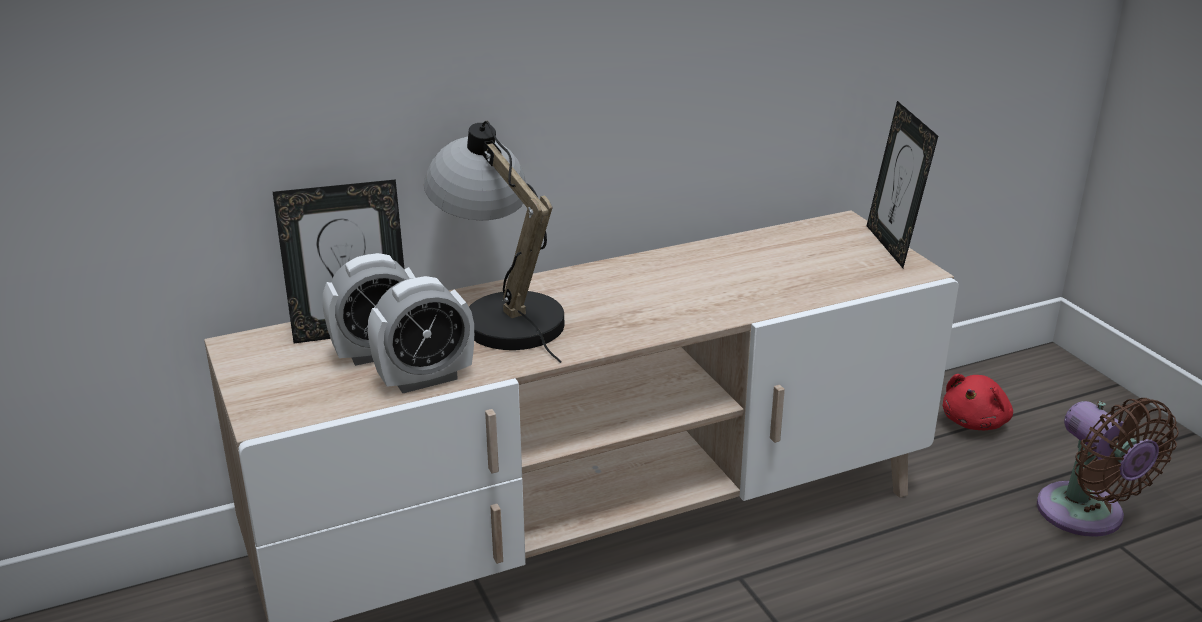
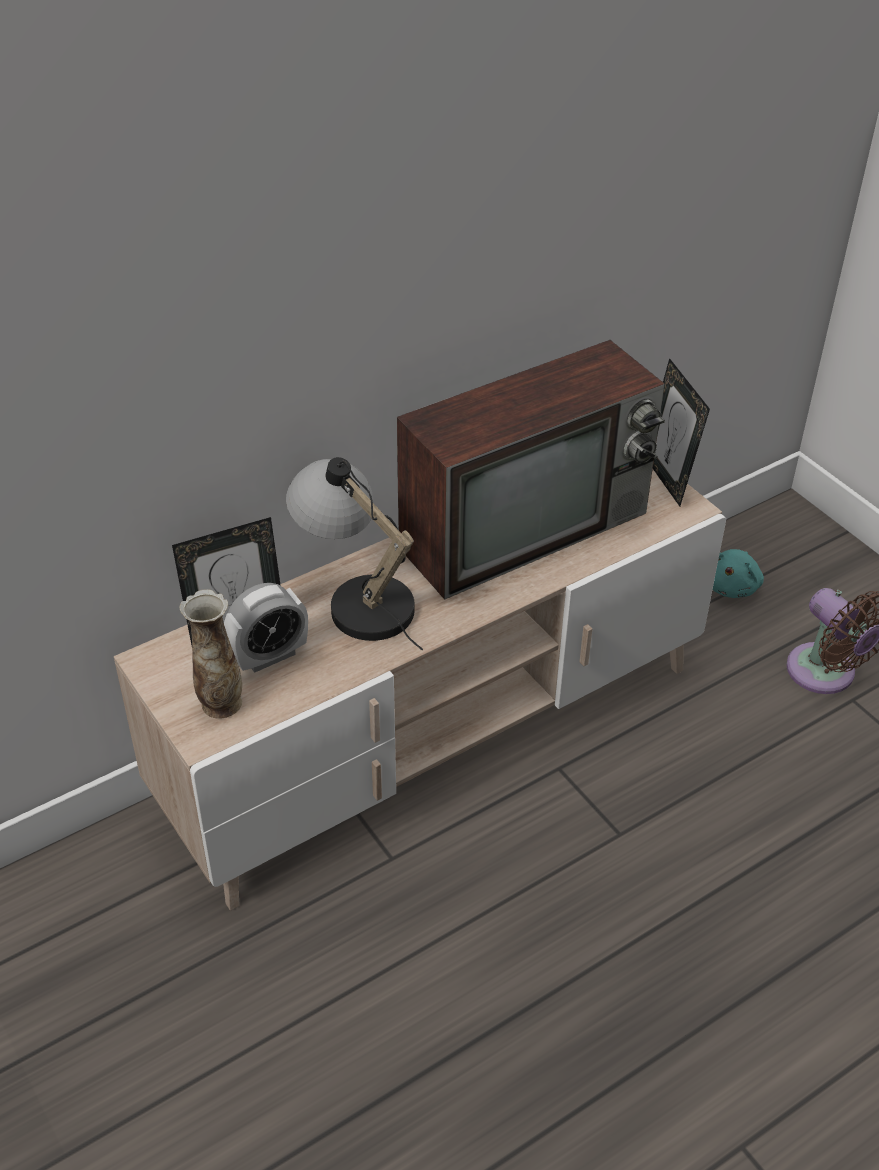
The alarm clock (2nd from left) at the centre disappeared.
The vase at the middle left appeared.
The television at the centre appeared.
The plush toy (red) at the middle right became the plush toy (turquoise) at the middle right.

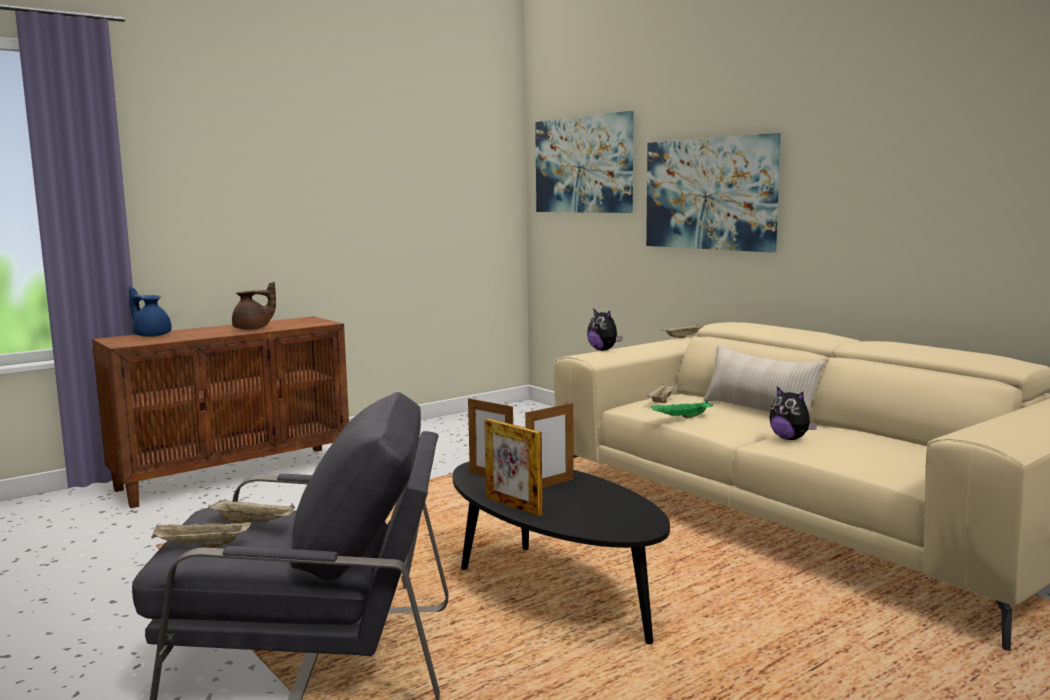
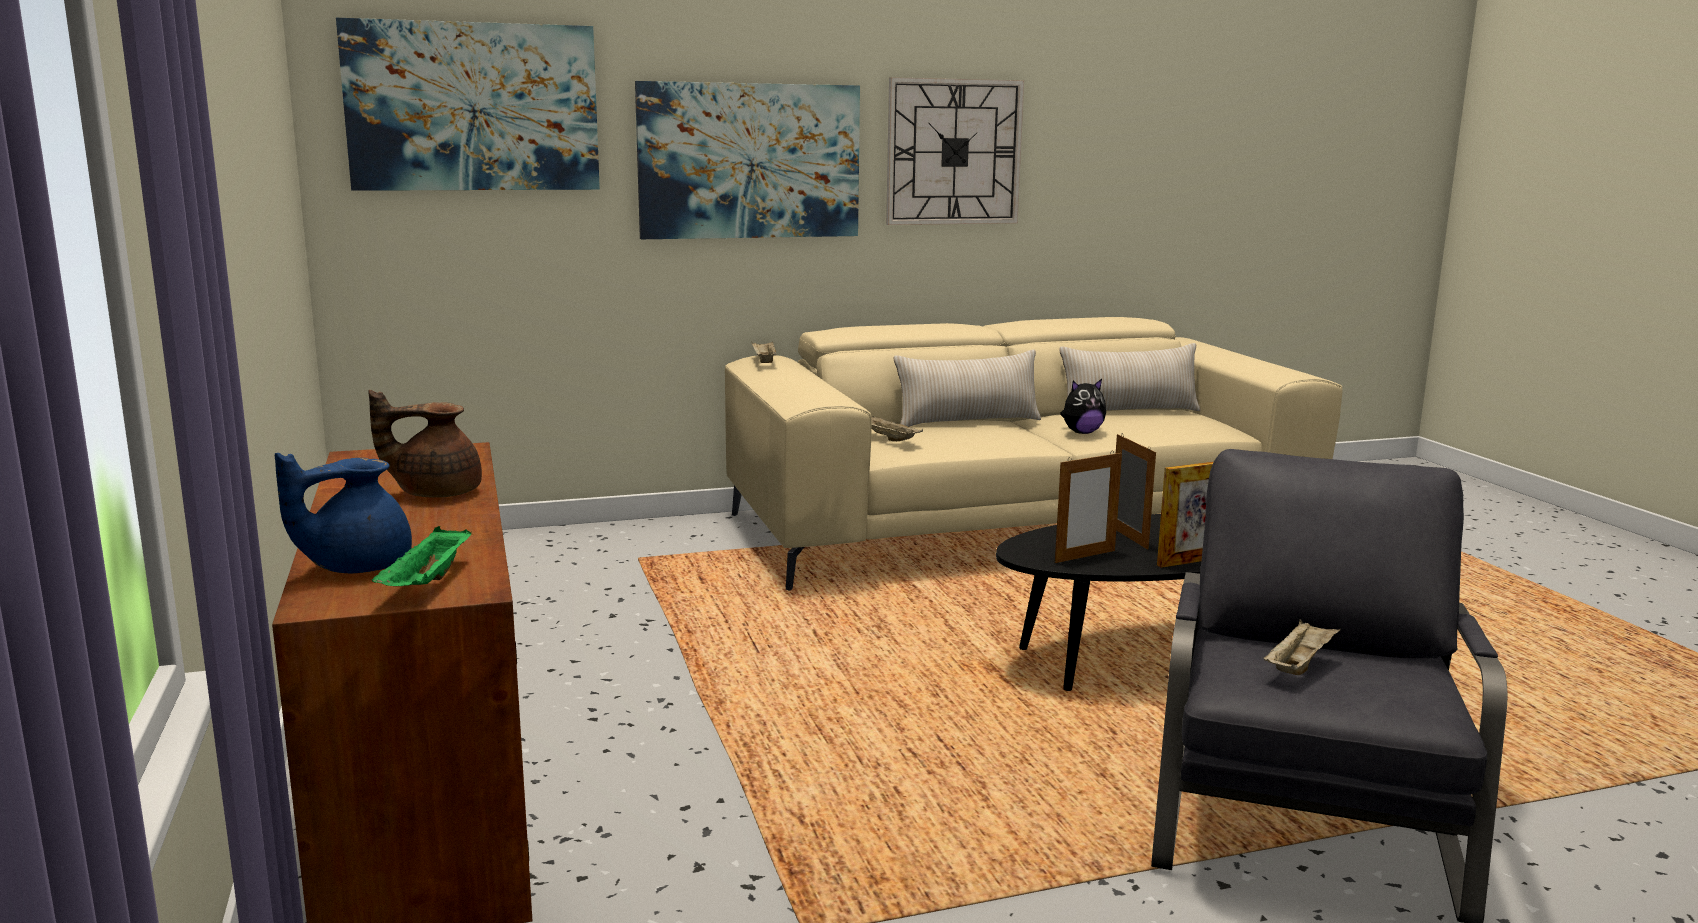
The tray (beige) (1st from left) at the bottom left disappeared.
The plush toy (1st from left) at the centre disappeared.
The wall clock at the top centre appeared.
The pillow (beige) (2nd from left) at the centre appeared.
The tray (green) moved from the centre to the middle left.
The teapot (brown) at the middle left turned 105 degrees counterclockwise.

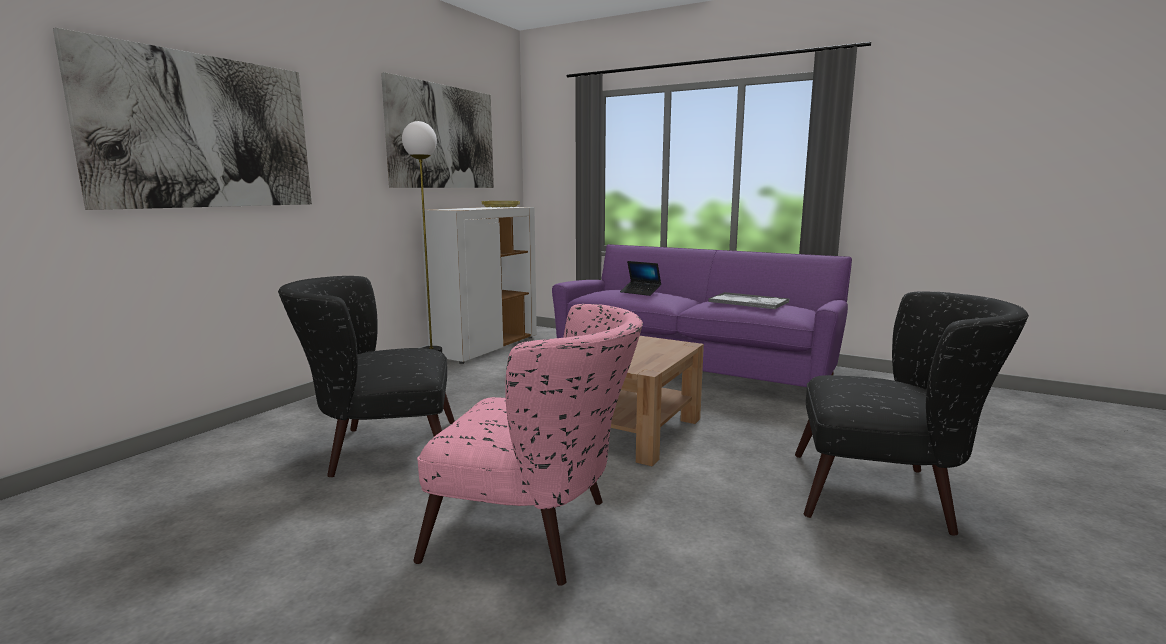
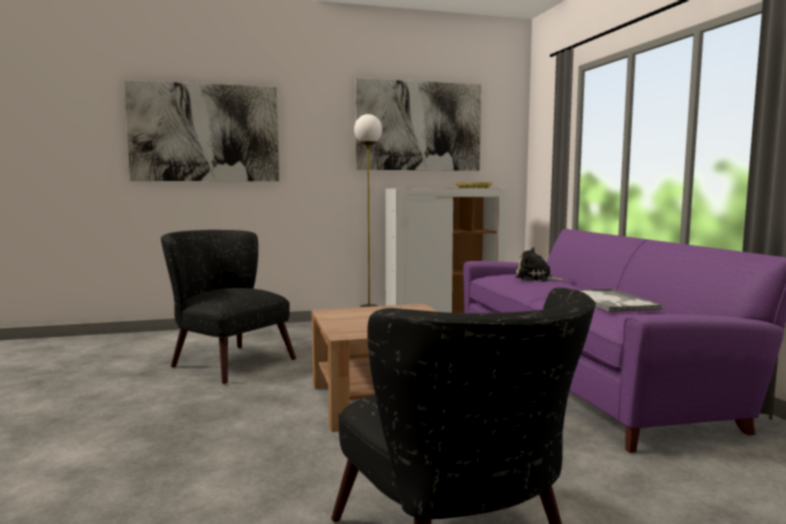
The armchair (pink) at the bottom centre disappeared.
The laptop at the centre was replaced by the plush toy at the middle right.

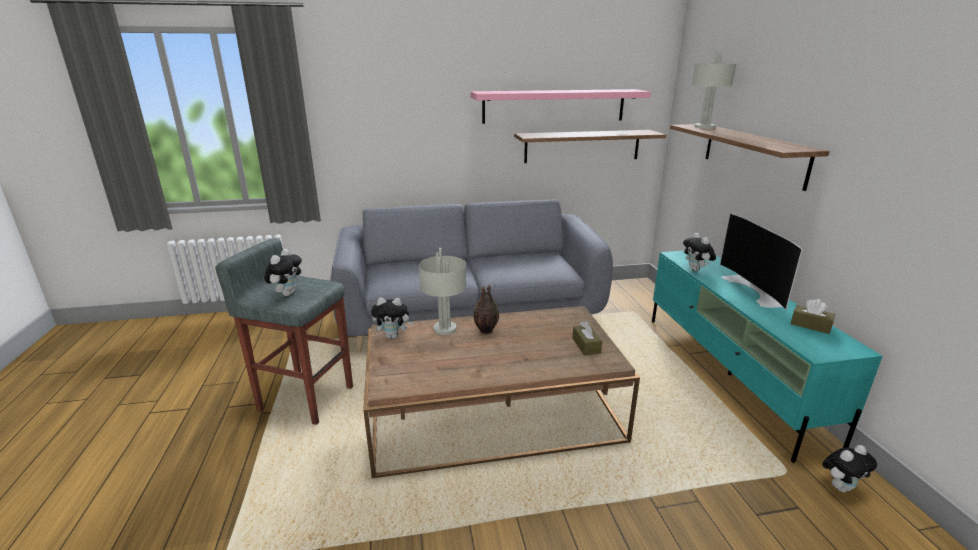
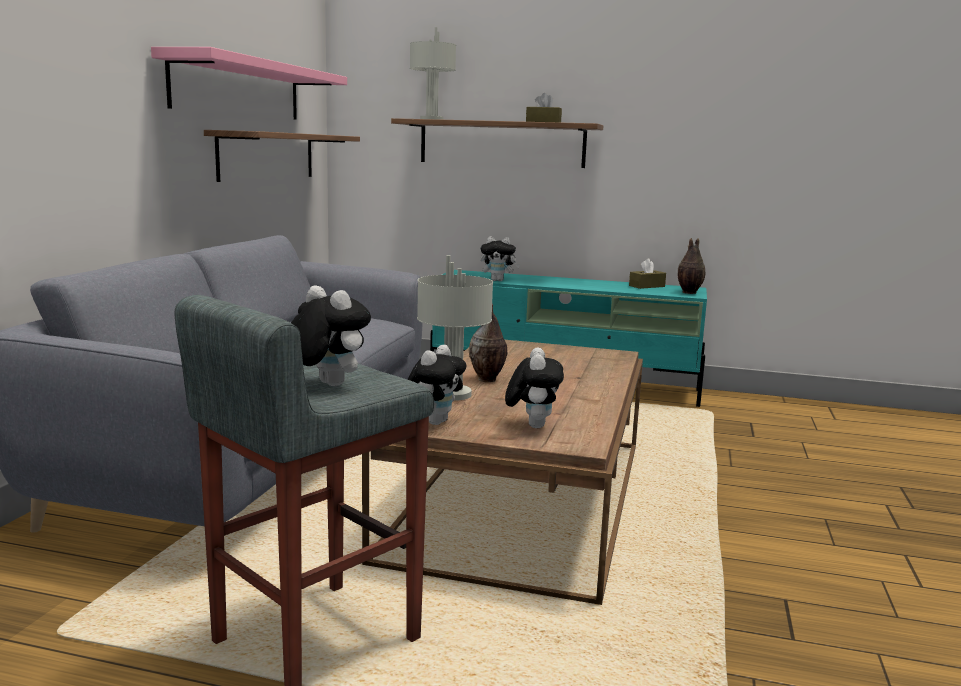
The television at the middle right disappeared.
The vase (2nd from left) at the middle right appeared.
The tissue box (brown) (1st from left) moved from the centre to the top centre.
The plush toy (4th from left) moved from the bottom right to the centre.

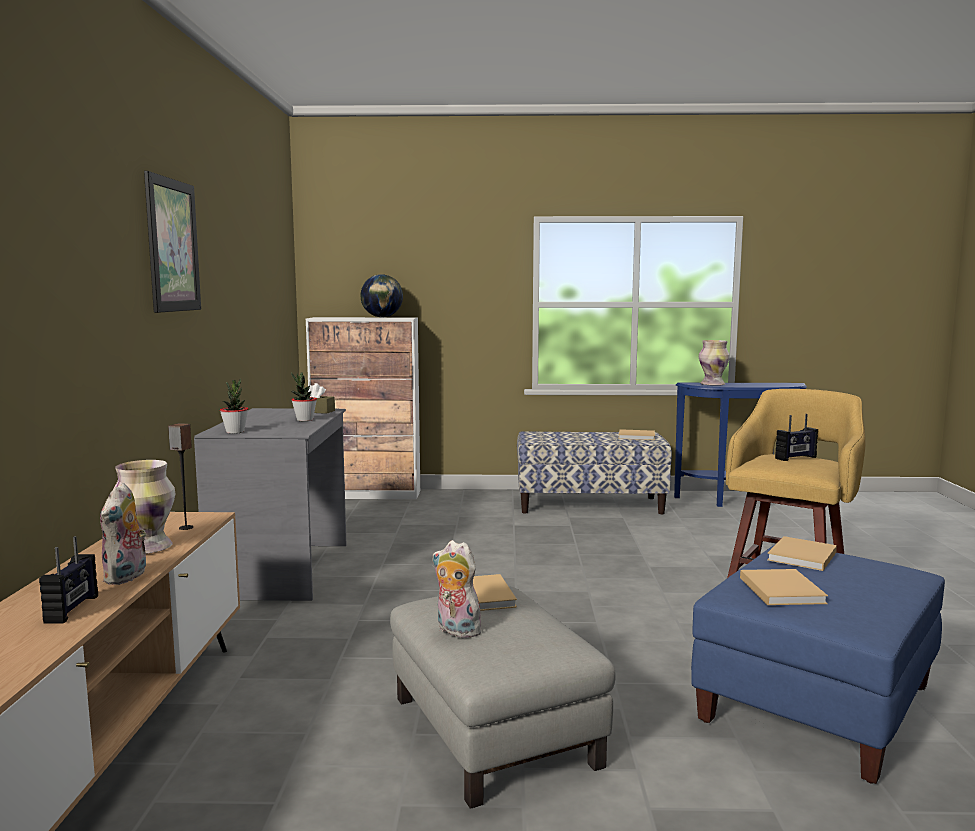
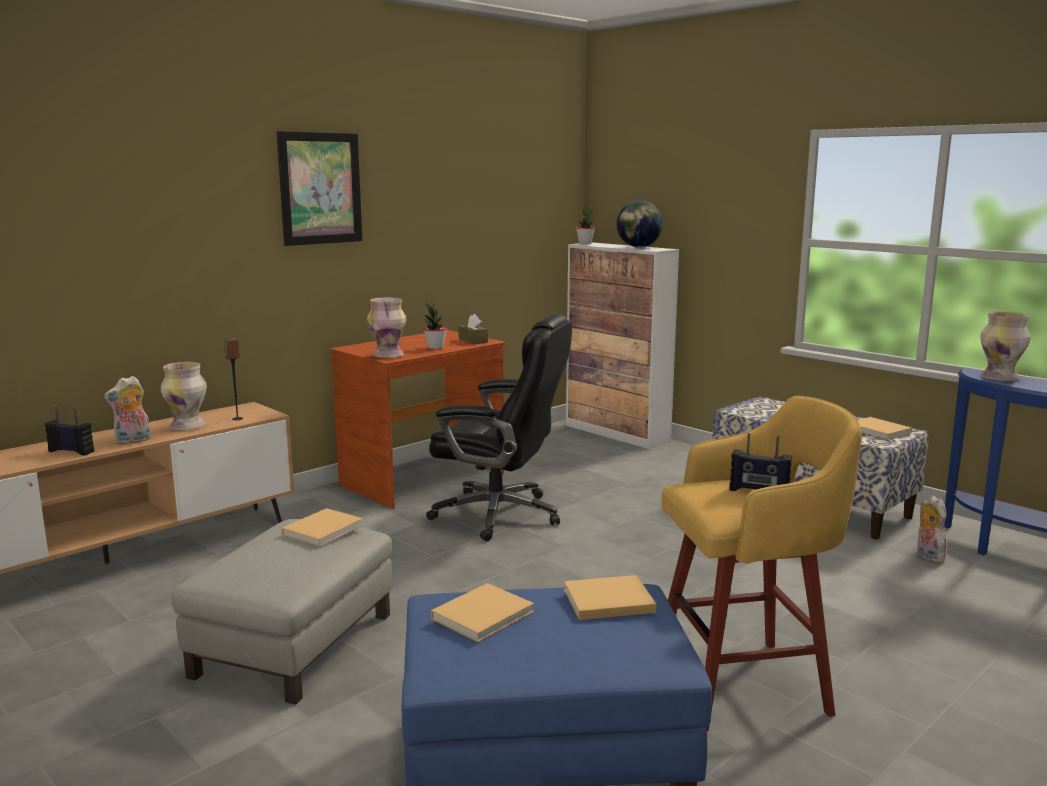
The vase (2nd from left) at the centre appeared.
The office chair (black) at the centre appeared.
The potted plant (1st from left in the first image) moved from the middle left to the top centre.
The plush toy (2nd from left) moved from the bottom centre to the bottom right.
The desk (grey) at the middle left became the desk (brown) at the centre.
The radio (1st from left) at the bottom left turned 120 degrees counterclockwise.

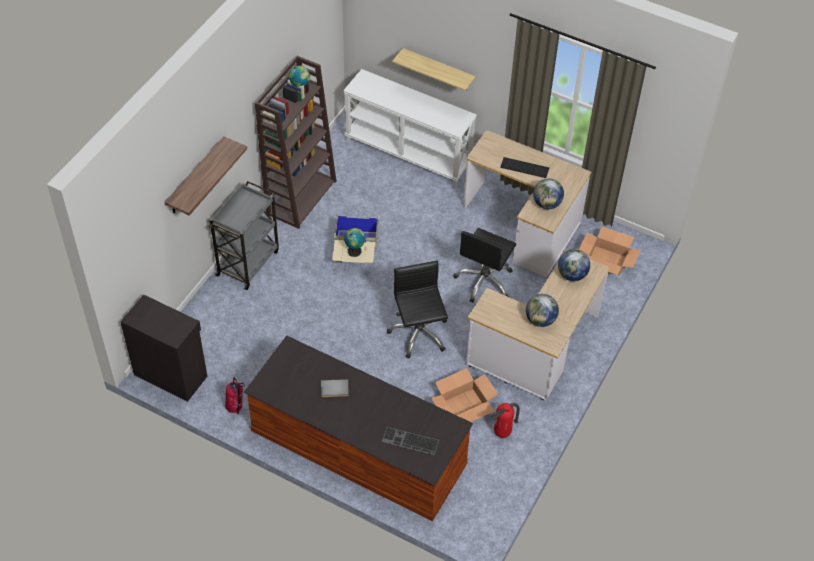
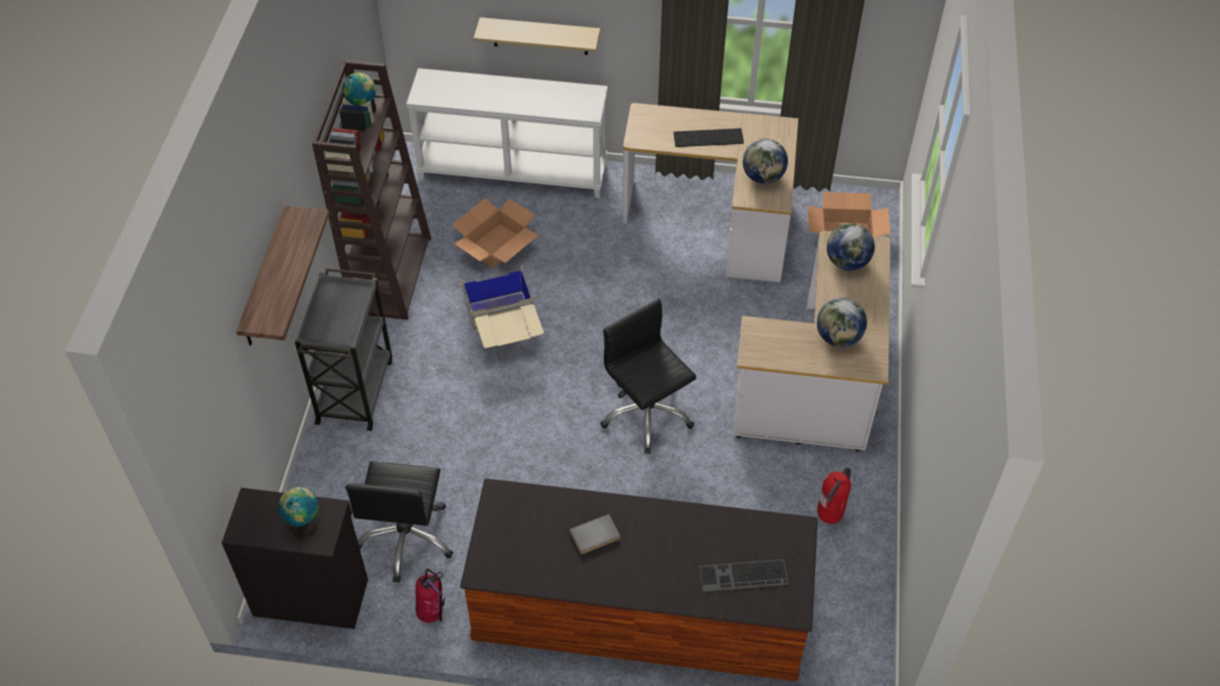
The globe (2nd from left in the first image) moved from the centre to the bottom left.
The cardboard box (1st from left) moved from the bottom centre to the centre.
The office chair (black) (2nd from left in the first image) moved from the centre to the bottom left.

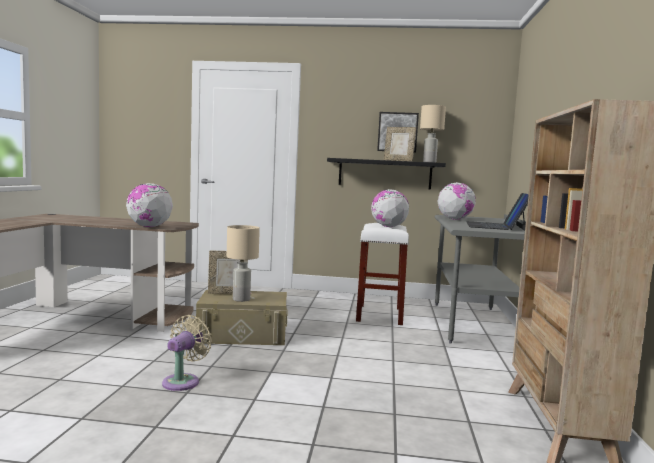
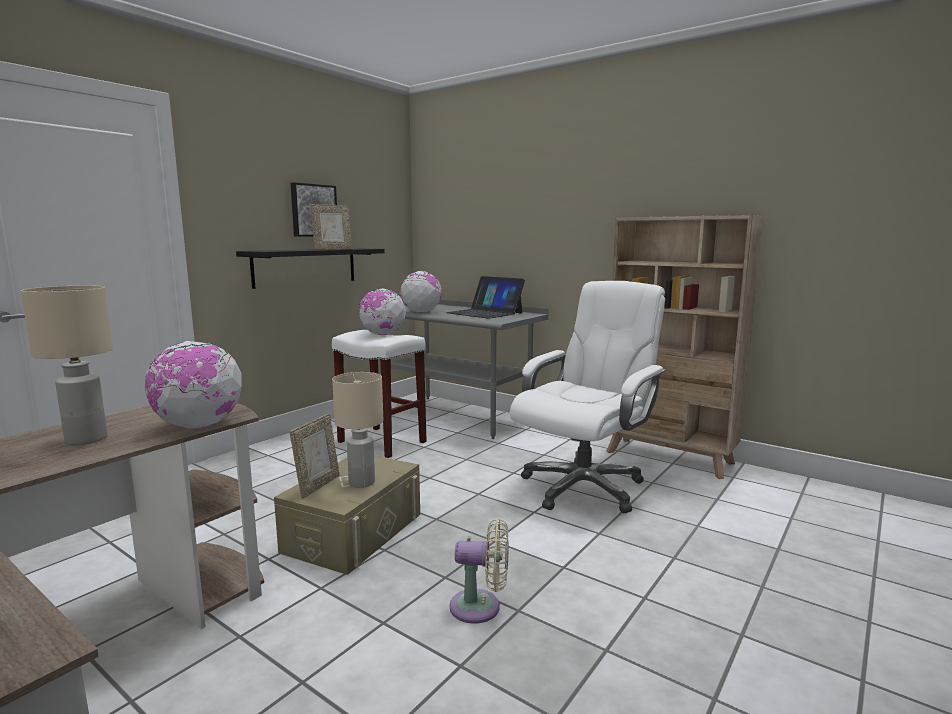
The office chair (white) at the centre appeared.
The table lamp (beige) (2nd from left in the first image) moved from the top centre to the middle left.
The fan (beige) at the bottom left turned 135 degrees clockwise.

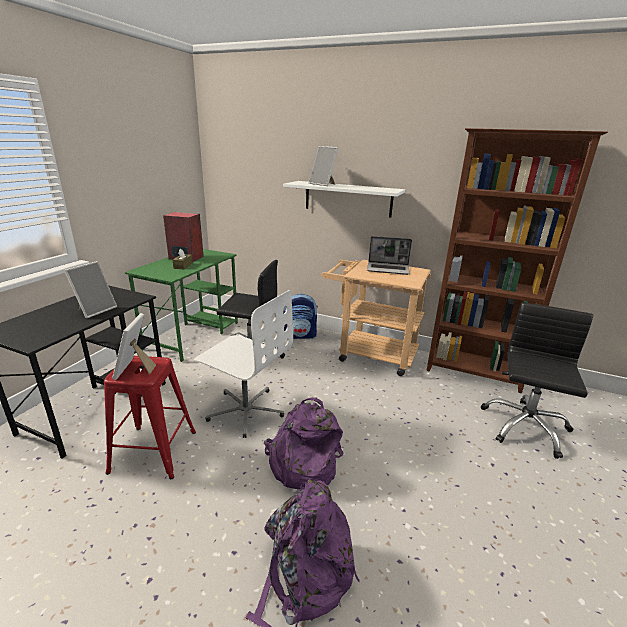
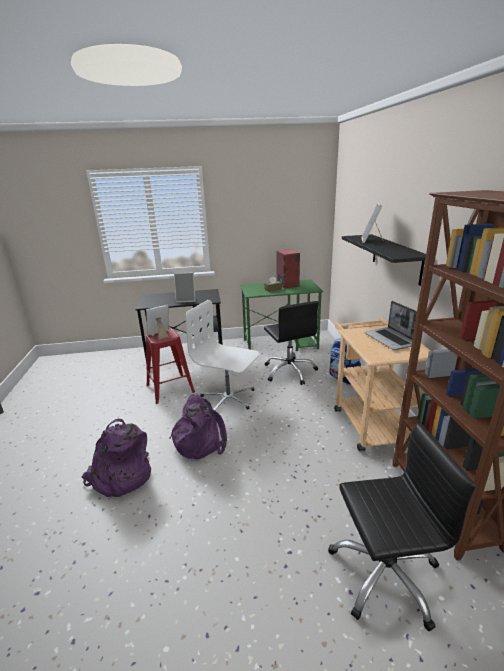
The shelf (white) at the top centre became the shelf (black) at the middle right.
The office chair (white) at the centre turned 120 degrees clockwise.

